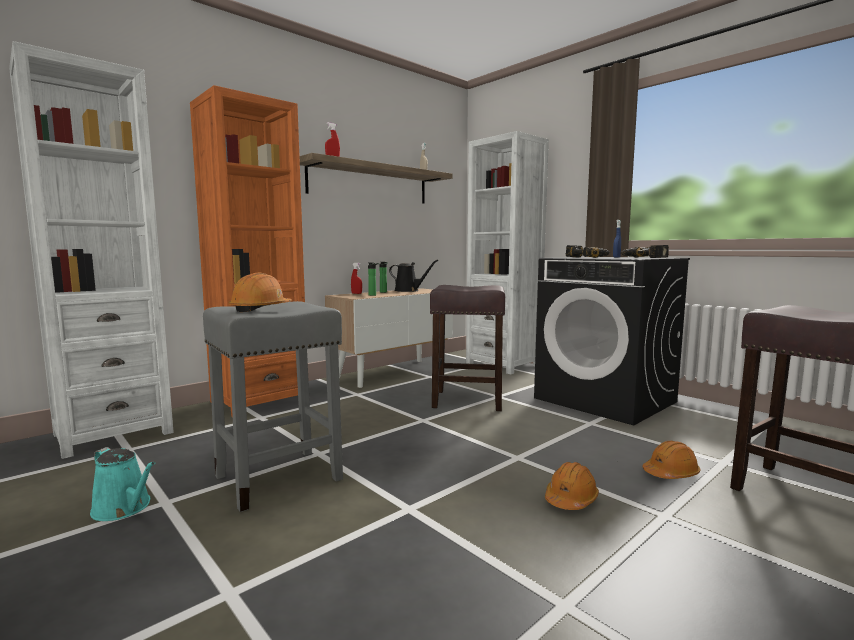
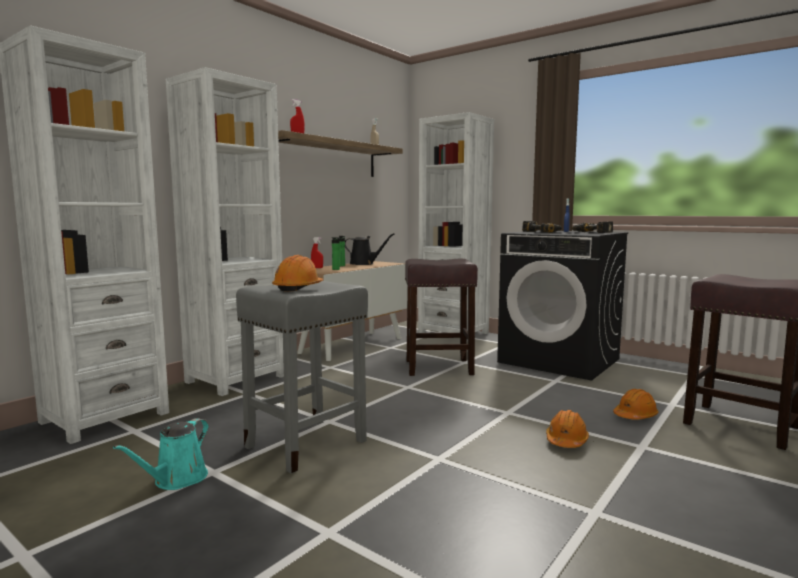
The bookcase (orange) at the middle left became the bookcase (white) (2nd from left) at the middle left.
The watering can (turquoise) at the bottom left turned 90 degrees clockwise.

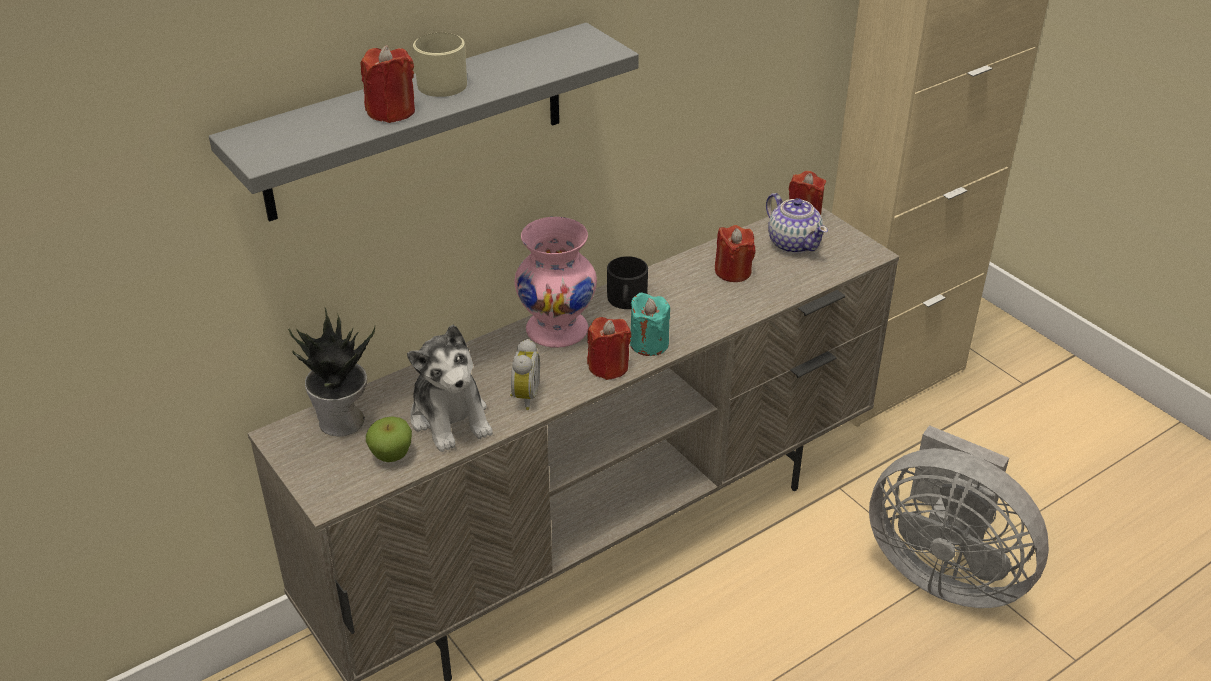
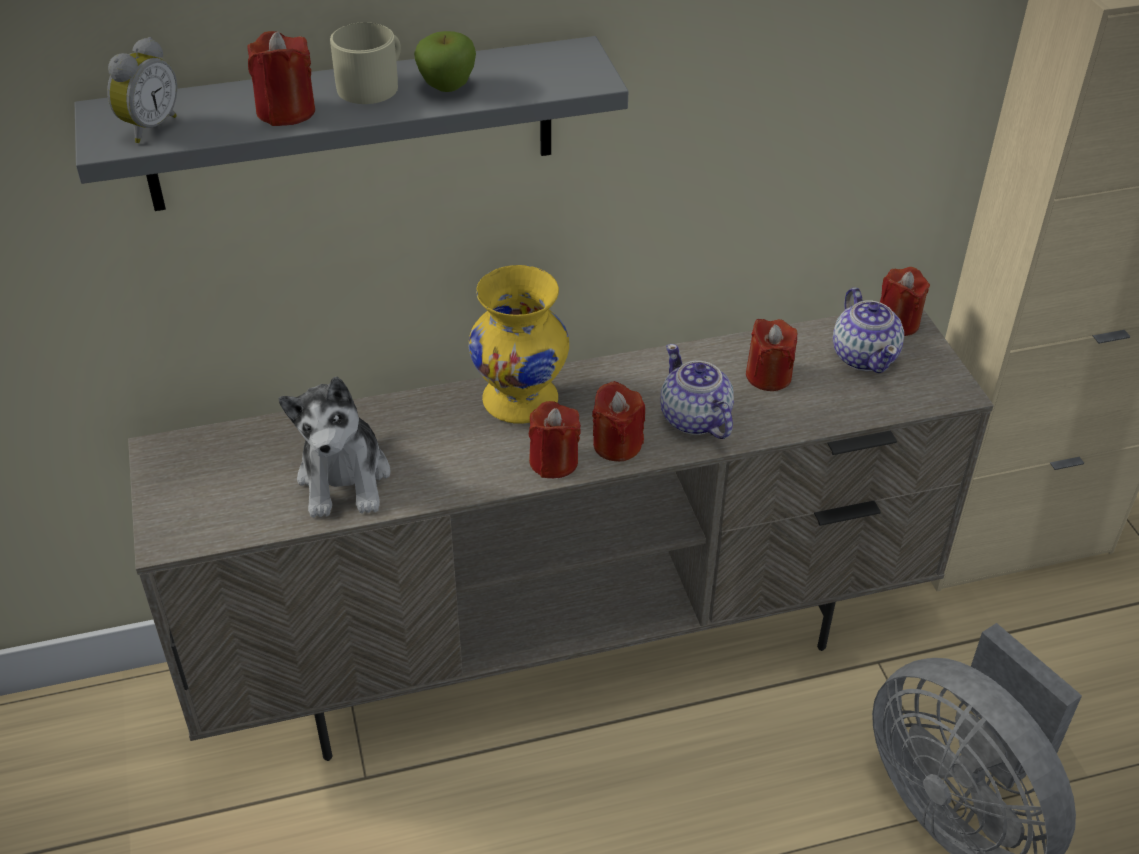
The potted plant at the middle left disappeared.
The mug (black) at the centre disappeared.
The teapot (1st from left) at the centre appeared.
The apple moved from the middle left to the top centre.
The alarm clock moved from the centre to the top left.
The vase (pink) at the centre became the vase (yellow) at the centre.
The candle (turquoise) at the centre became the candle (red) (3rd from left) at the centre.

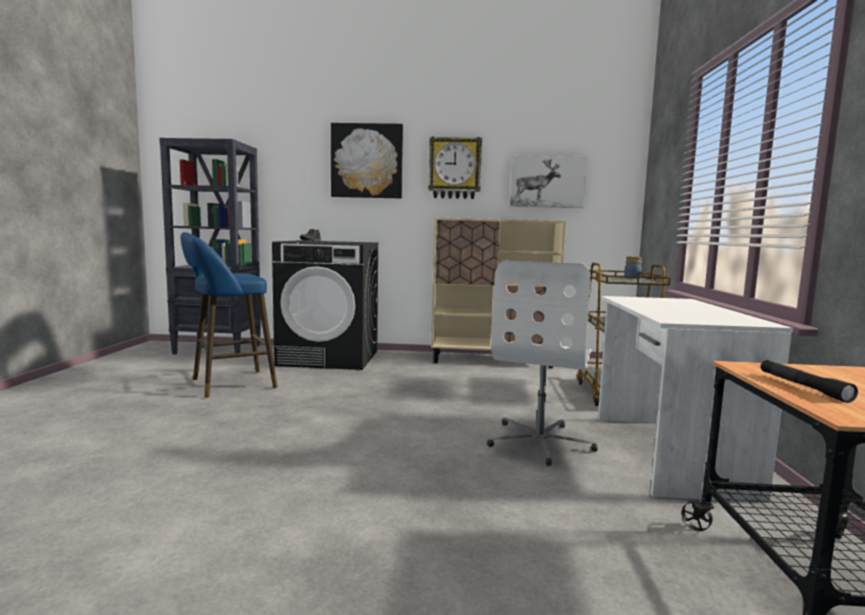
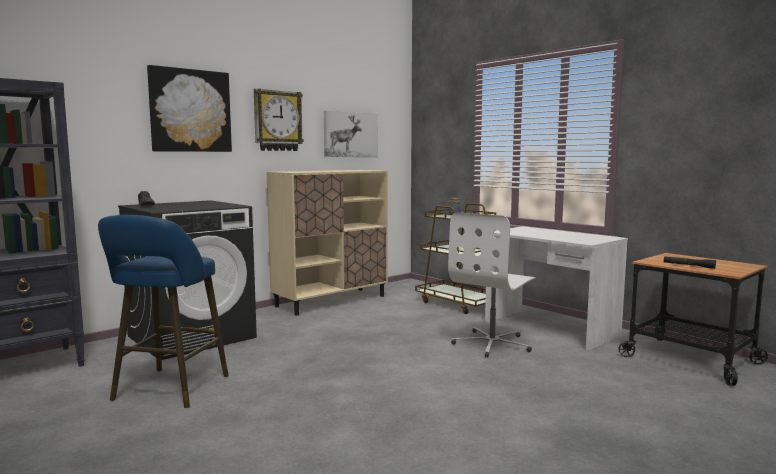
The office chair (white) at the centre turned 60 degrees clockwise.

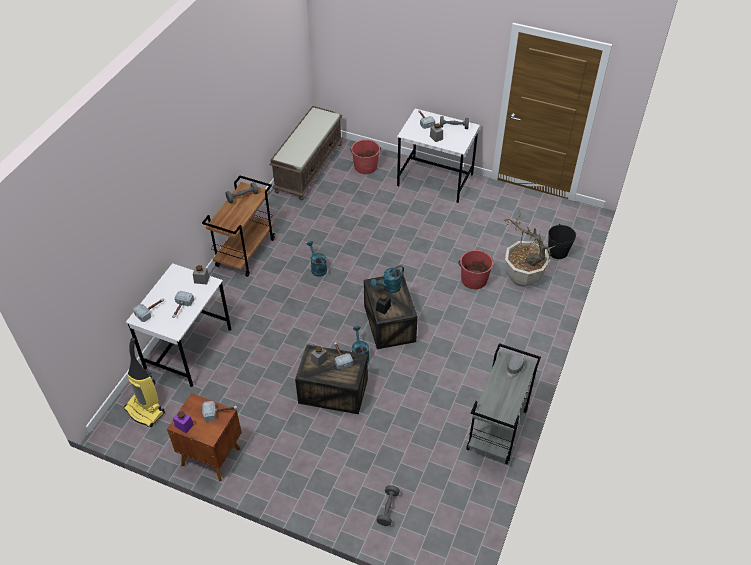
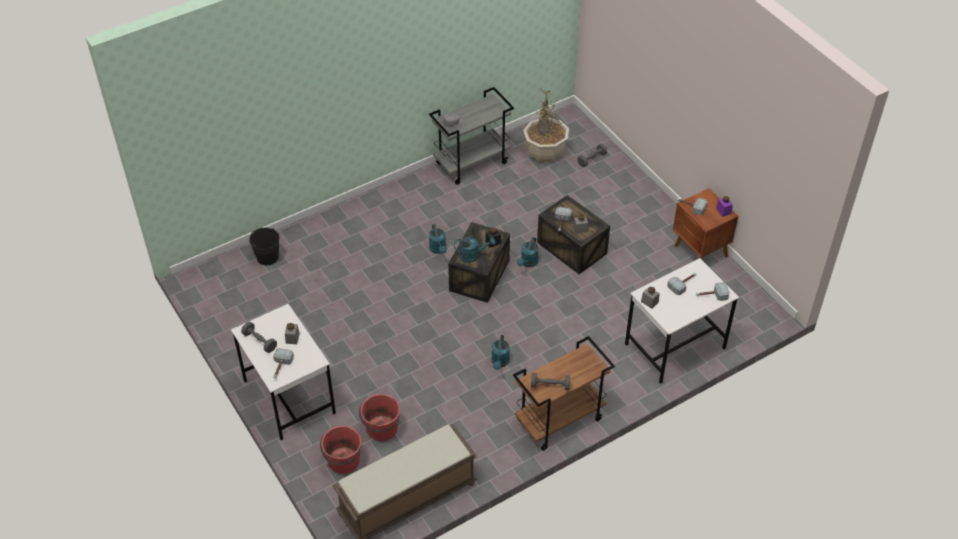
The vacuum cleaner at the bottom left disappeared.
The watering can (turquoise) (1st from left) at the centre appeared.
The bucket (red) (2nd from left) moved from the centre to the bottom centre.
The potted plant moved from the middle right to the top centre.

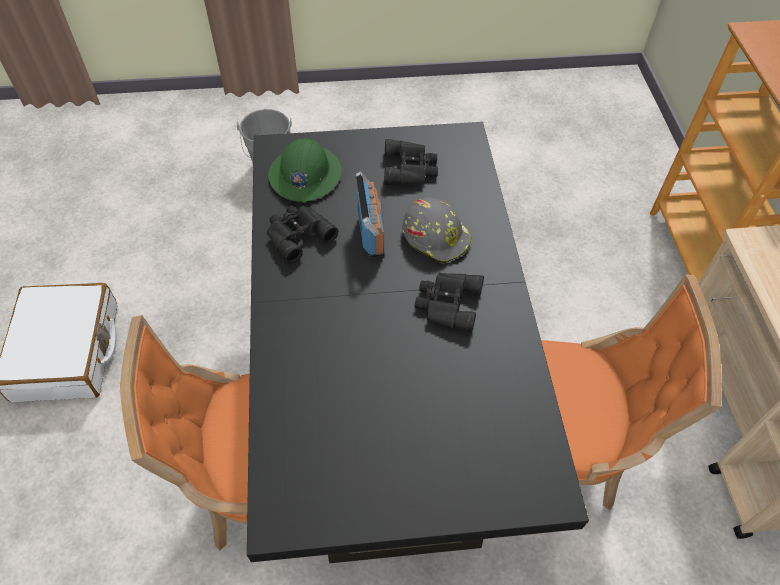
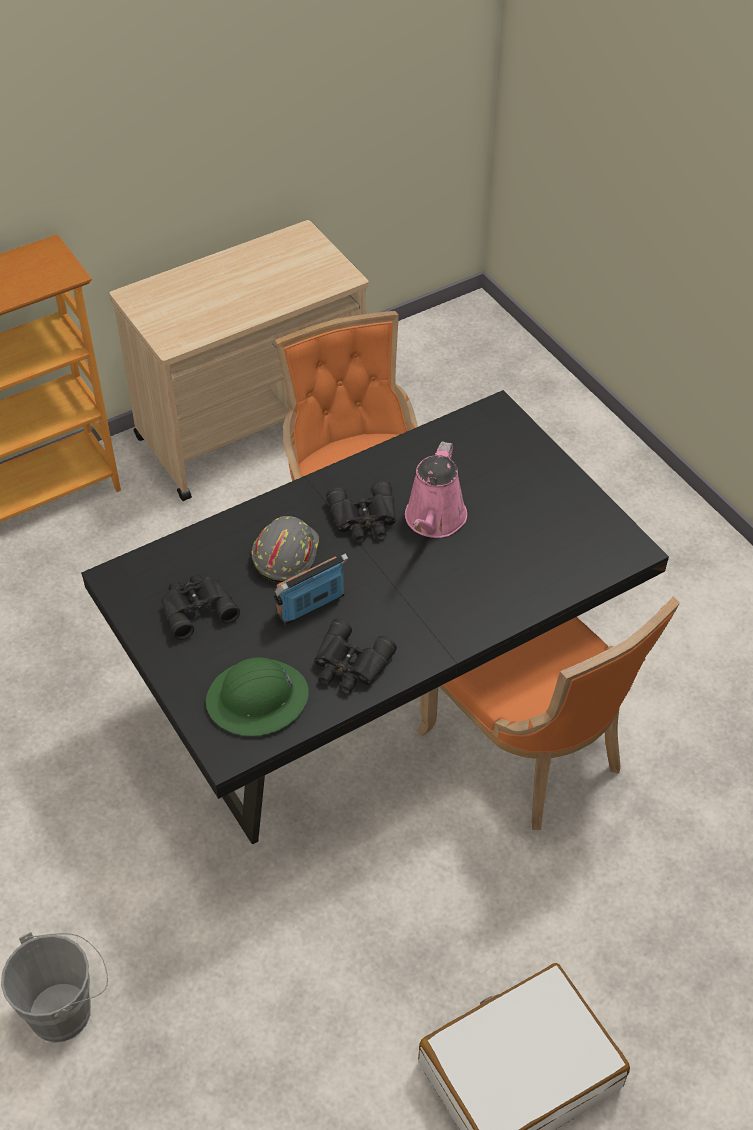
The watering can (pink) at the centre appeared.

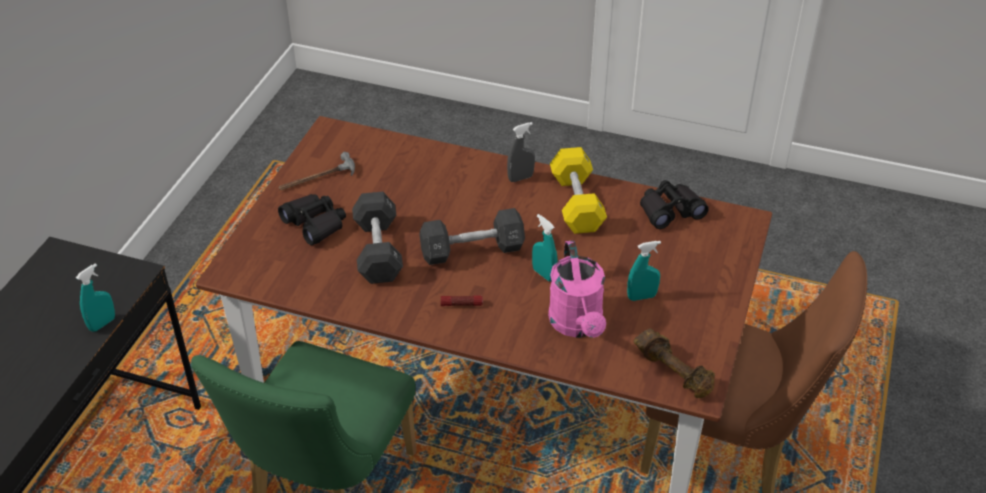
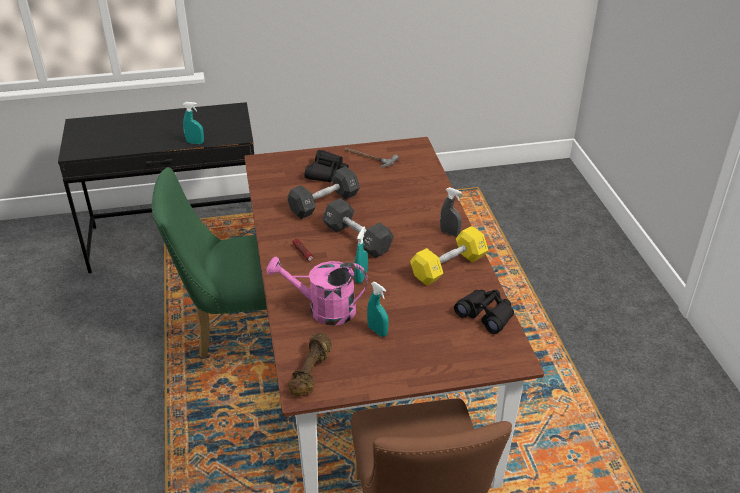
The watering can (pink) at the centre turned 45 degrees clockwise.

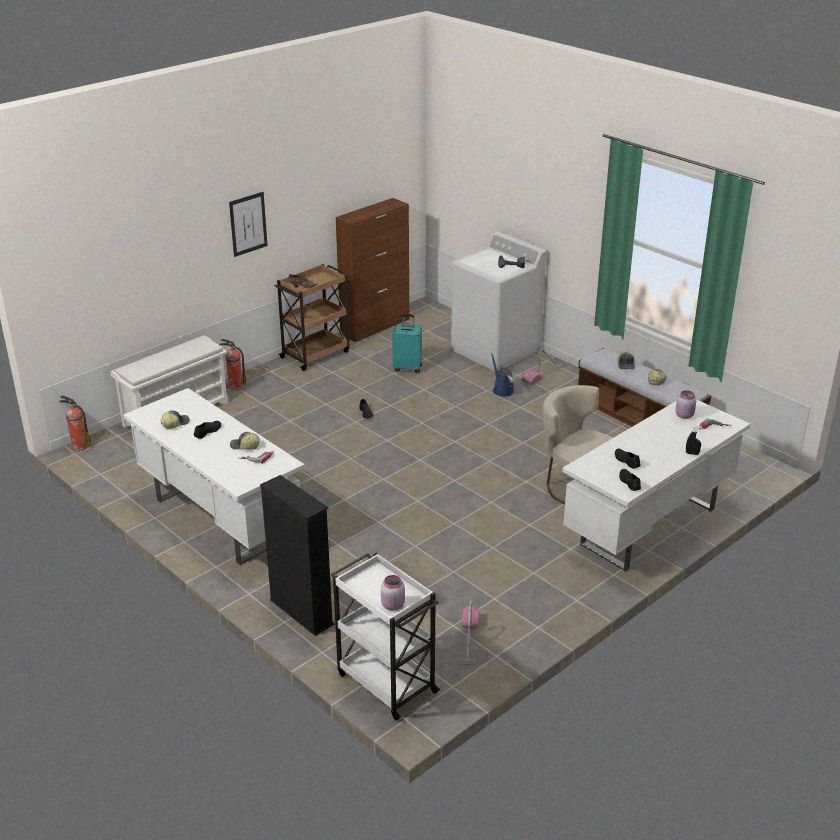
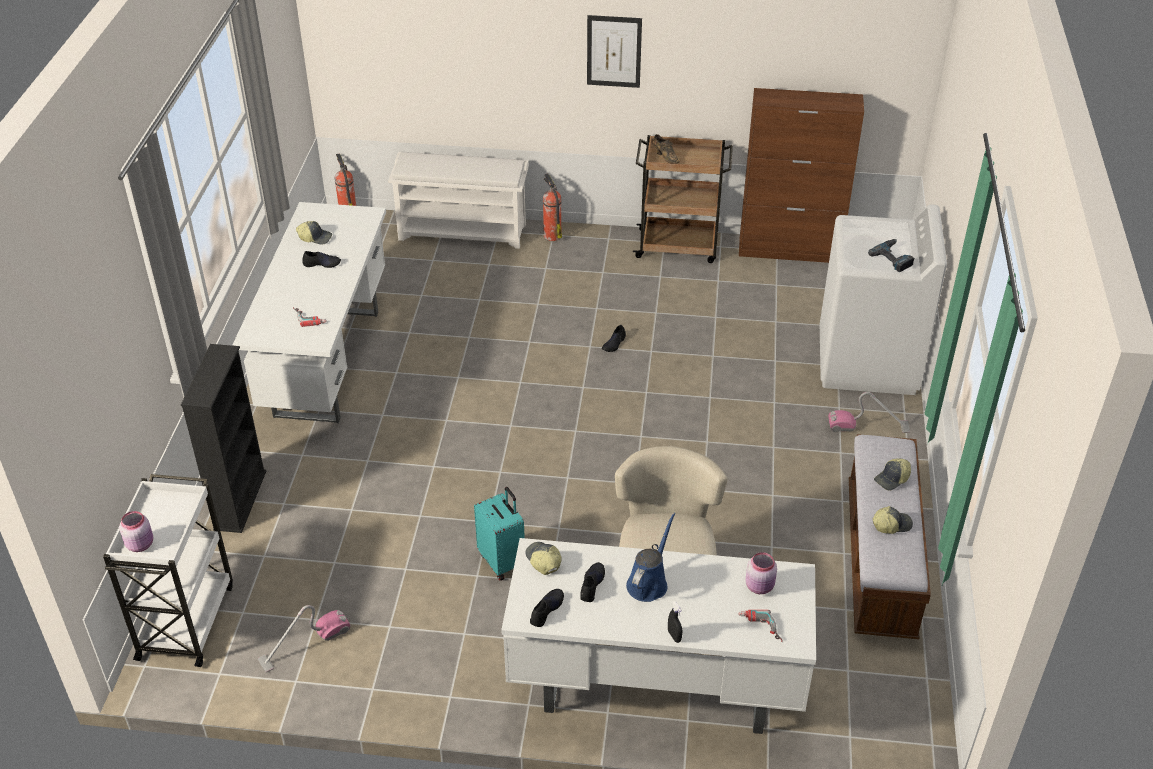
The cap (2nd from left) moved from the middle left to the bottom centre.
The suitcase (turquoise) moved from the centre to the bottom centre.
The watering can (blue) moved from the centre to the bottom centre.

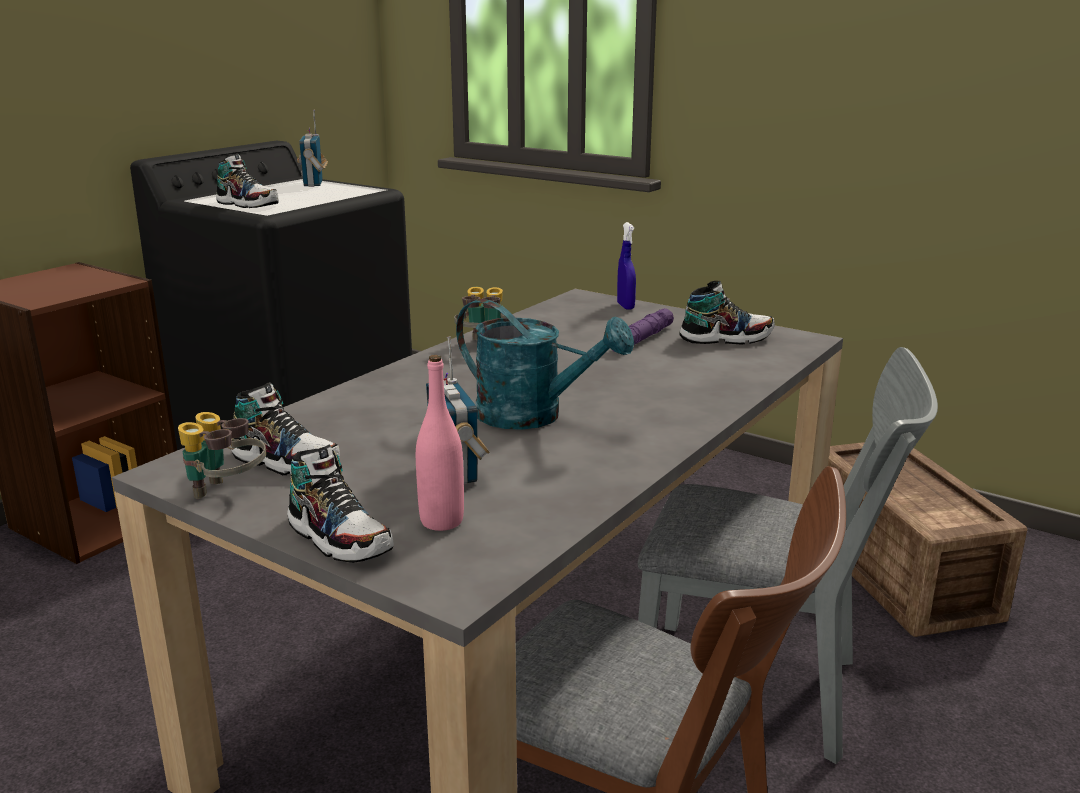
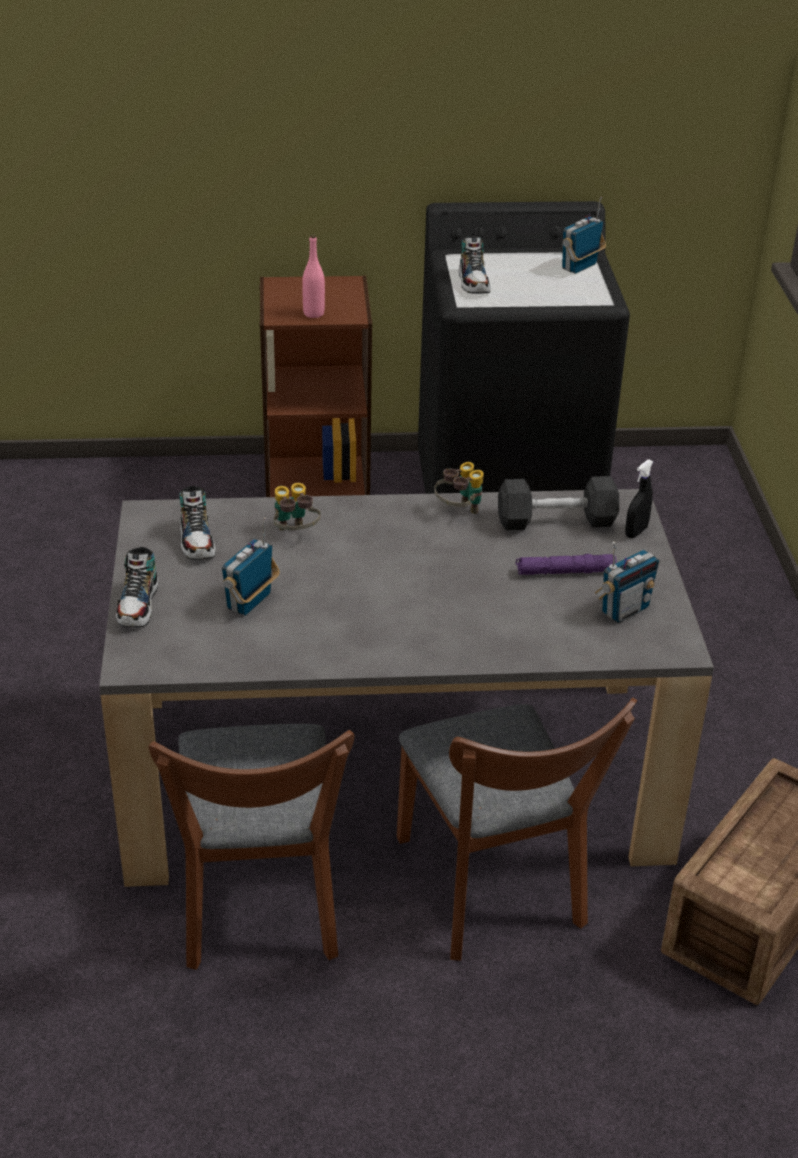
The watering can (turquoise) at the centre disappeared.
The dumbbell (grey) at the middle right appeared.
The binoculars (1st from left) moved from the middle left to the centre.
The bottle (pink) moved from the centre to the top centre.
The shoe (4th from left) at the middle right was replaced by the radio (3rd from left) at the middle right.
The spray bottle (blue) at the centre became the spray bottle (black) at the middle right.
The chair (grey) at the bottom right became the chair (brown) (2nd from left) at the bottom centre.

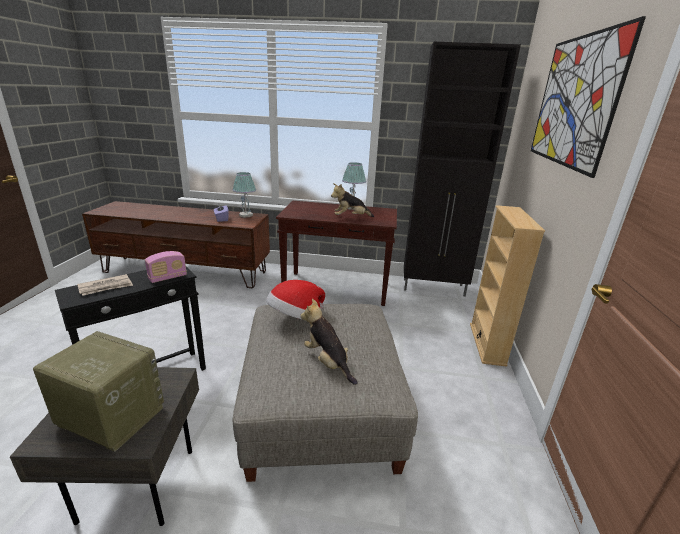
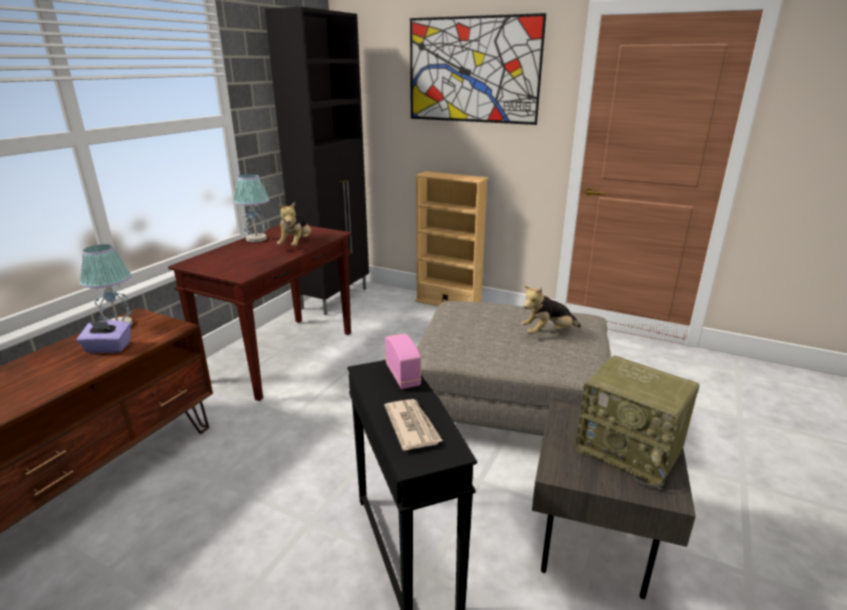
The hat at the centre disappeared.
The radio (1st from left in the first image) at the bottom left turned 90 degrees counterclockwise.

